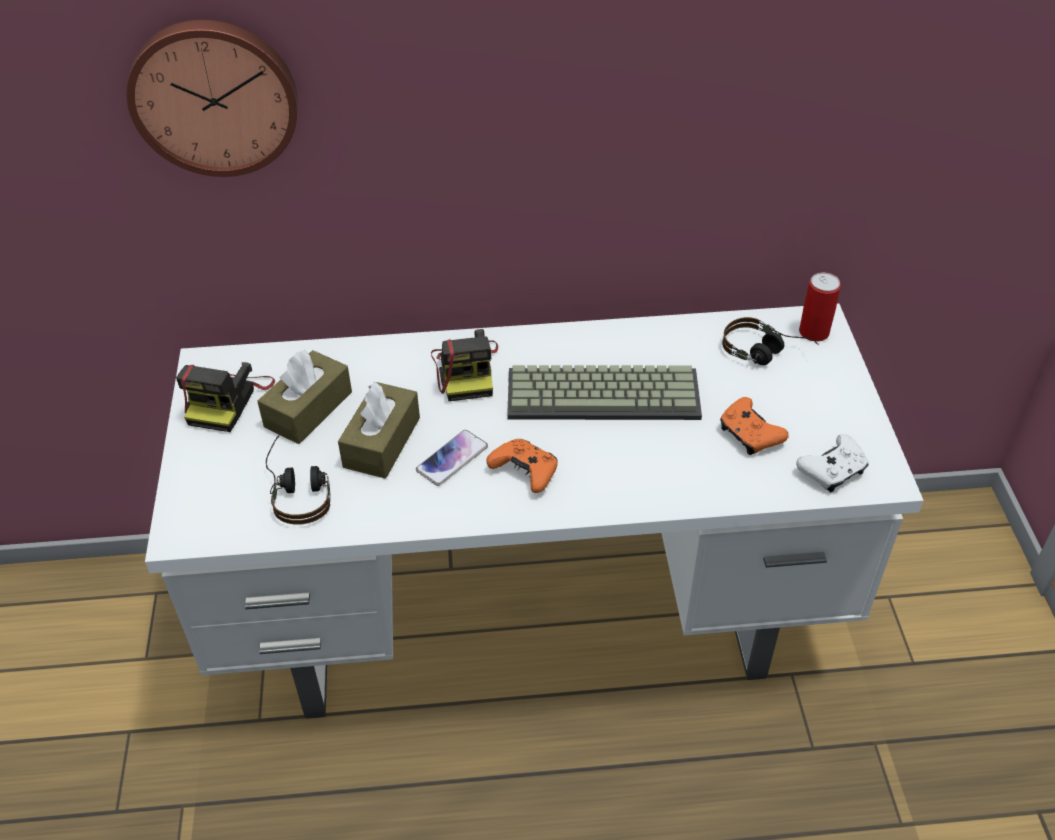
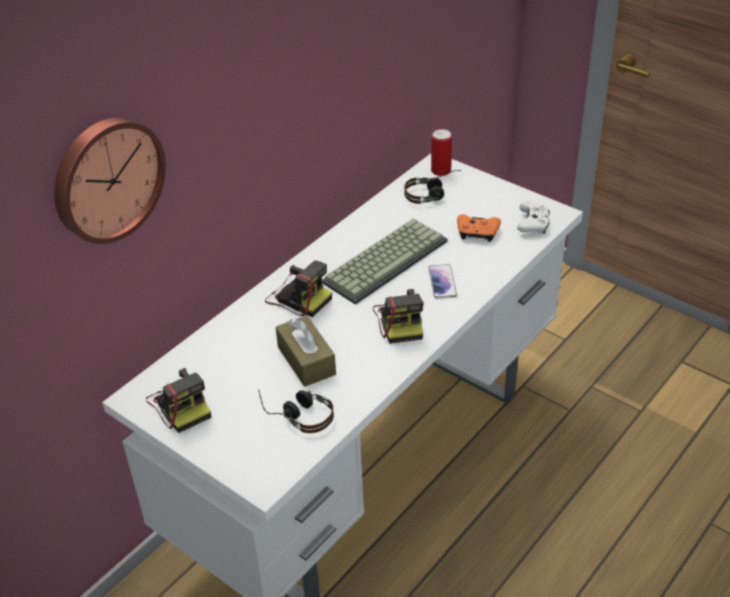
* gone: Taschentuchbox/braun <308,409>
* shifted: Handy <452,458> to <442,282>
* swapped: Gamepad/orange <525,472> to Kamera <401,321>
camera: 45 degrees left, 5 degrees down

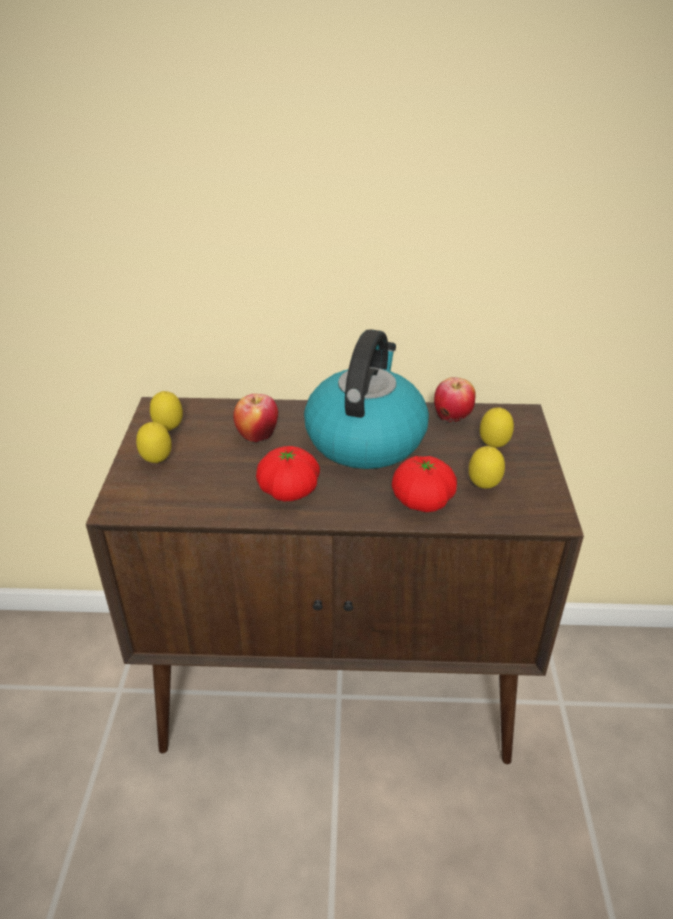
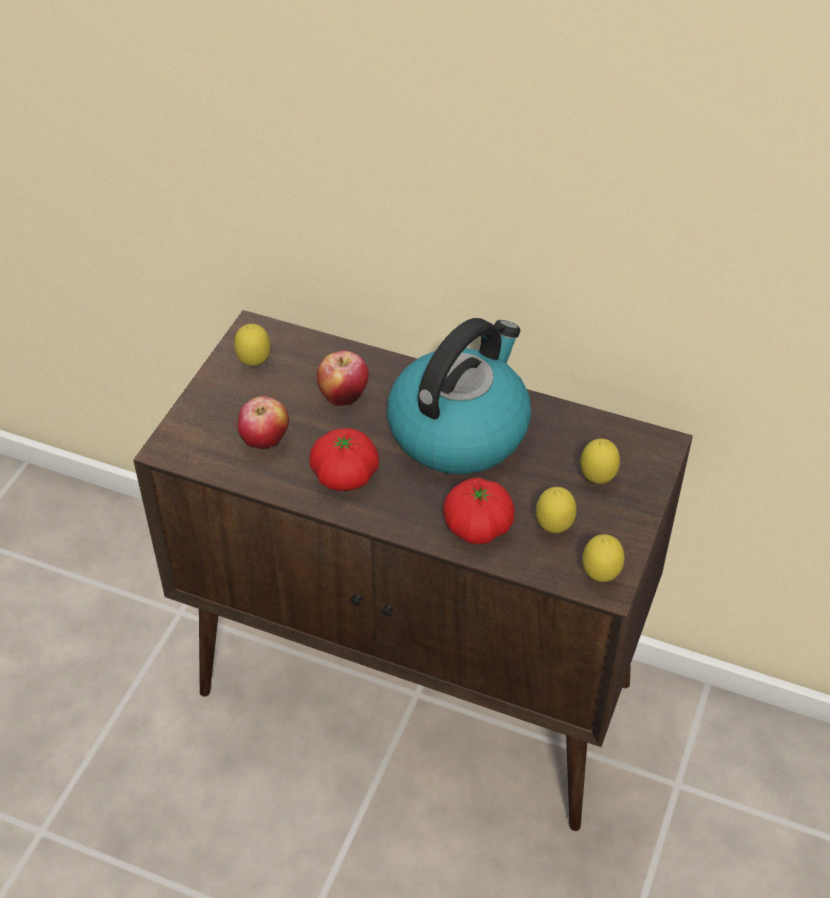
* shifted: Apfel <452,419> to <265,443>
* shifted: Zitrone <157,462> to <600,576>
camera: 20 degrees right, 10 degrees up

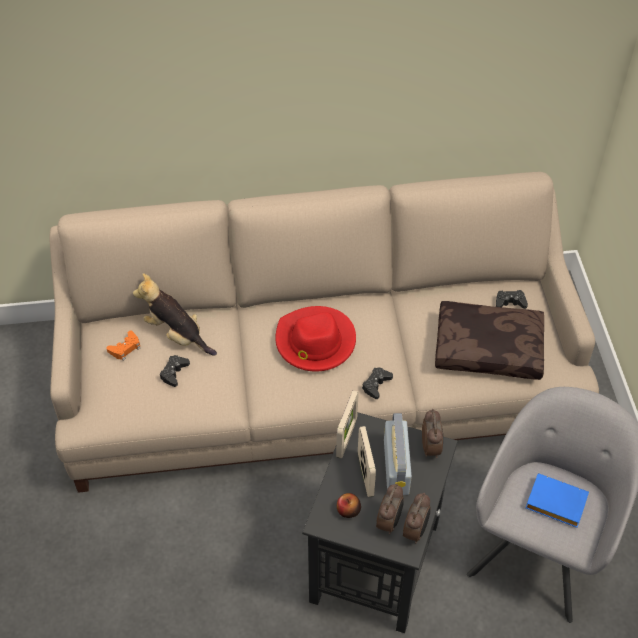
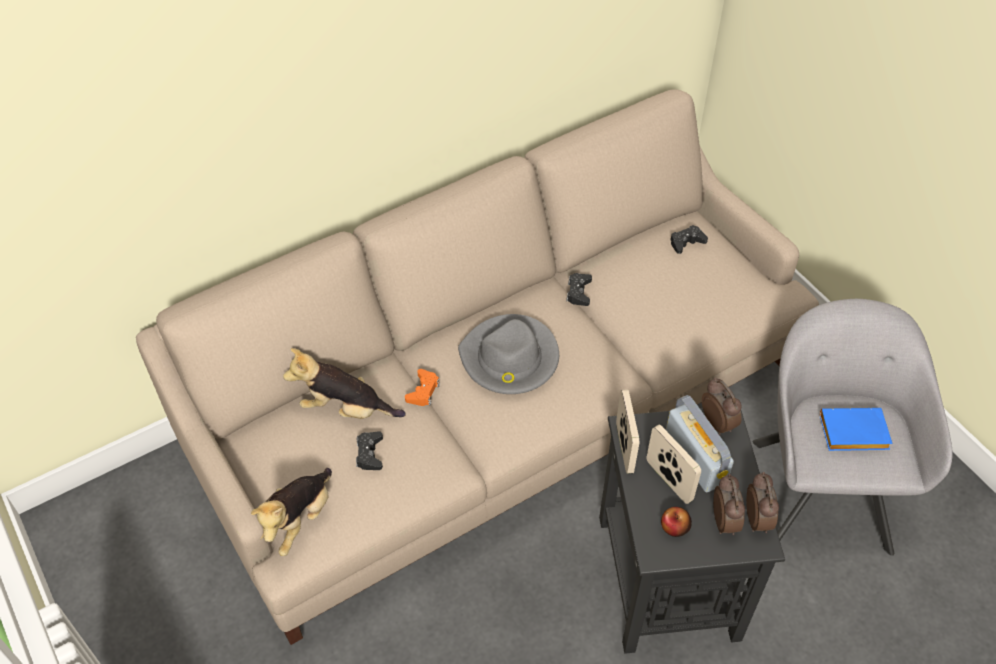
* gone: Kissen/braun <489,347>
* repainted: Hut/rot <315,342> to Hut/grau <509,358>
* shifted: Gamepad/orange <125,348> to <423,391>
* shifted: Gamepad/schwarz <376,385> to <578,292>
* new: Plüschtier <298,520>
camera: 25 degrees left, 0 degrees up

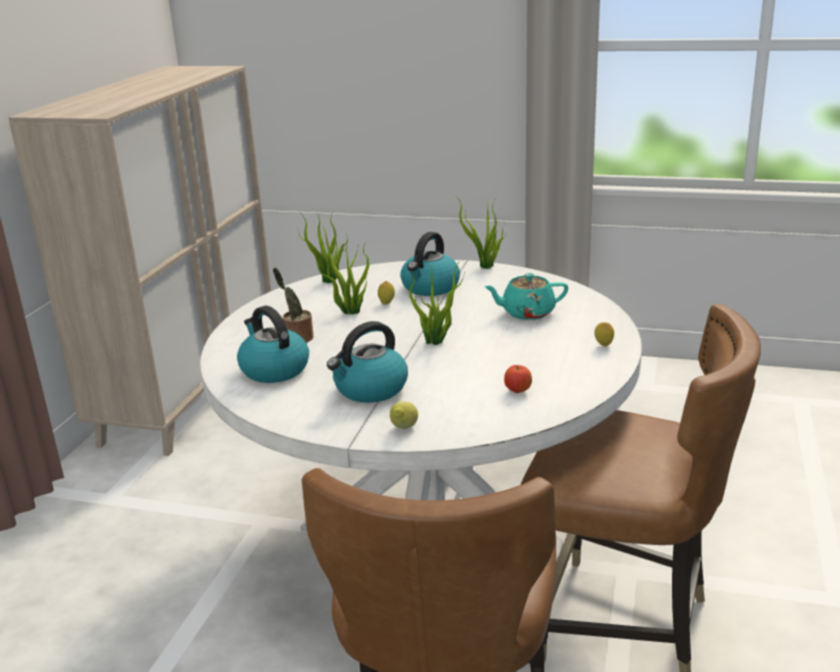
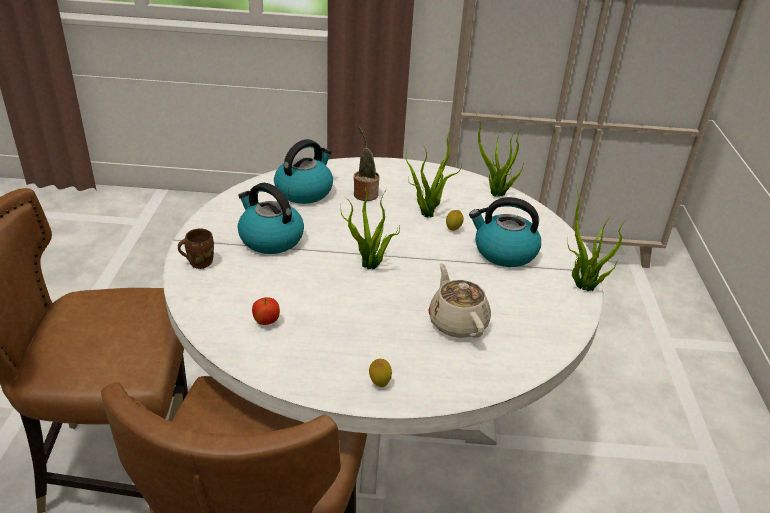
* repainted: Teekanne/türkis <527,313> to Teekanne/beige <457,322>
* swapped: Zitrone <403,429> to Henkelbecher/braun <199,262>
camera: 75 degrees right, 10 degrees up

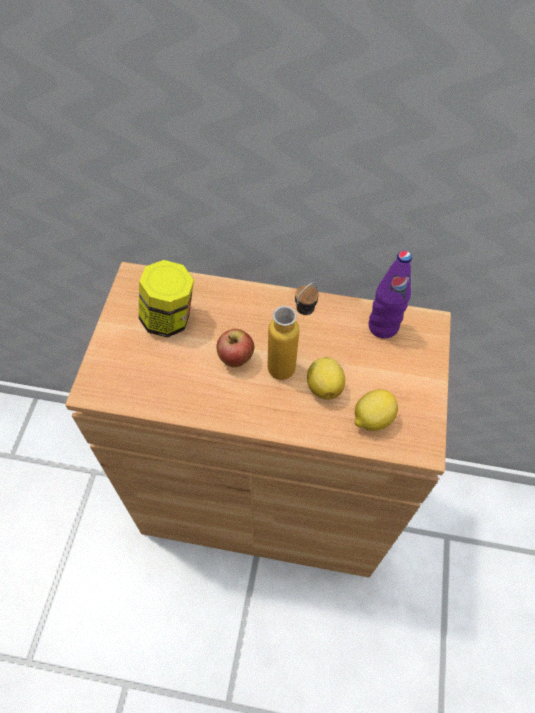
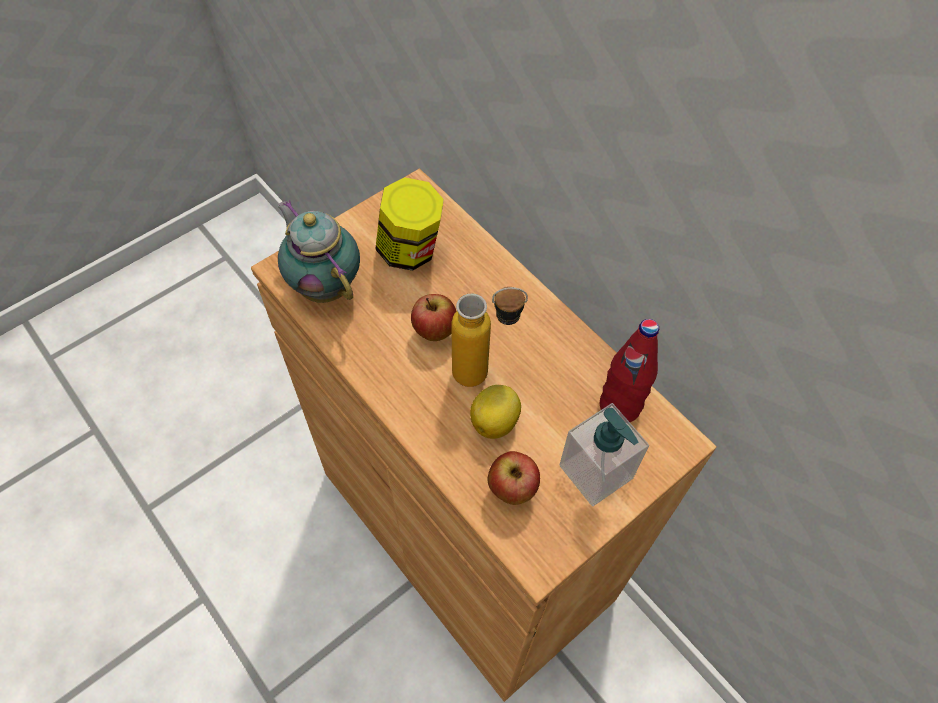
* repainted: Flasche/lila <383,327> to Flasche/rot <619,407>
* swapped: Zitrone <371,419> to Apfel <512,489>
* new: Teekanne <324,284>
* new: Seifenspender <596,472>
camera: 40 degrees right, 0 degrees up

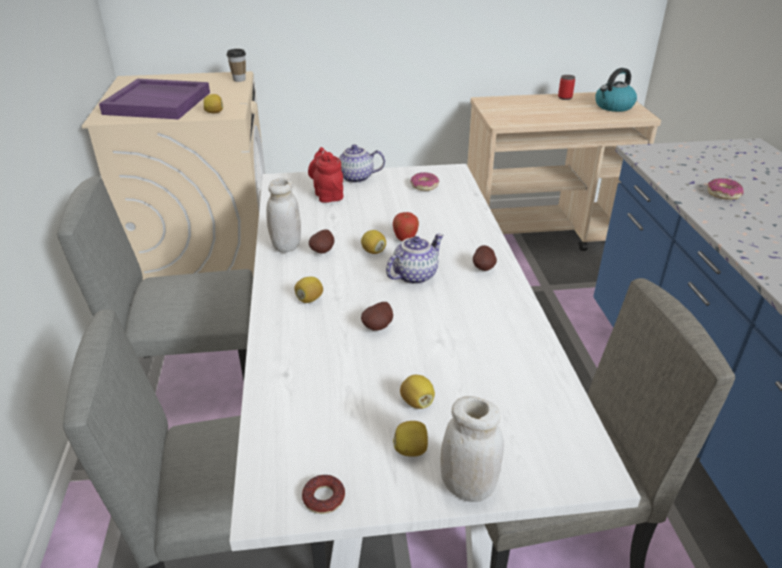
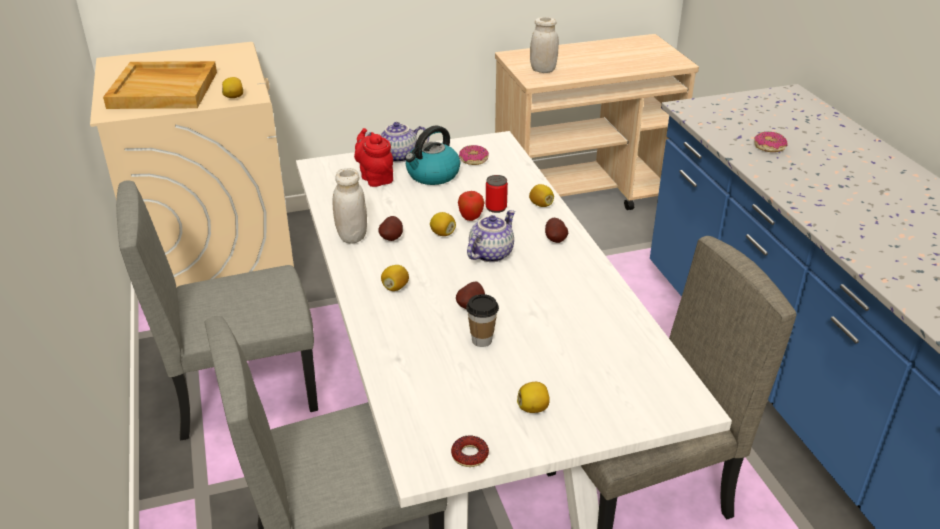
* shifted: Tasse <239,79> to <482,340>
* shifted: Wasserkessel <613,106> to <432,175>
* shifted: Dose <565,98> to <496,207>
* repainted: Tablett/lila <159,103> to Tablett/beige <165,89>
* shifted: Zitrone <417,402> to <541,205>
* shifted: Vorratsglas/weiß <468,487> to <543,70>
camera: 10 degrees left, 0 degrees up

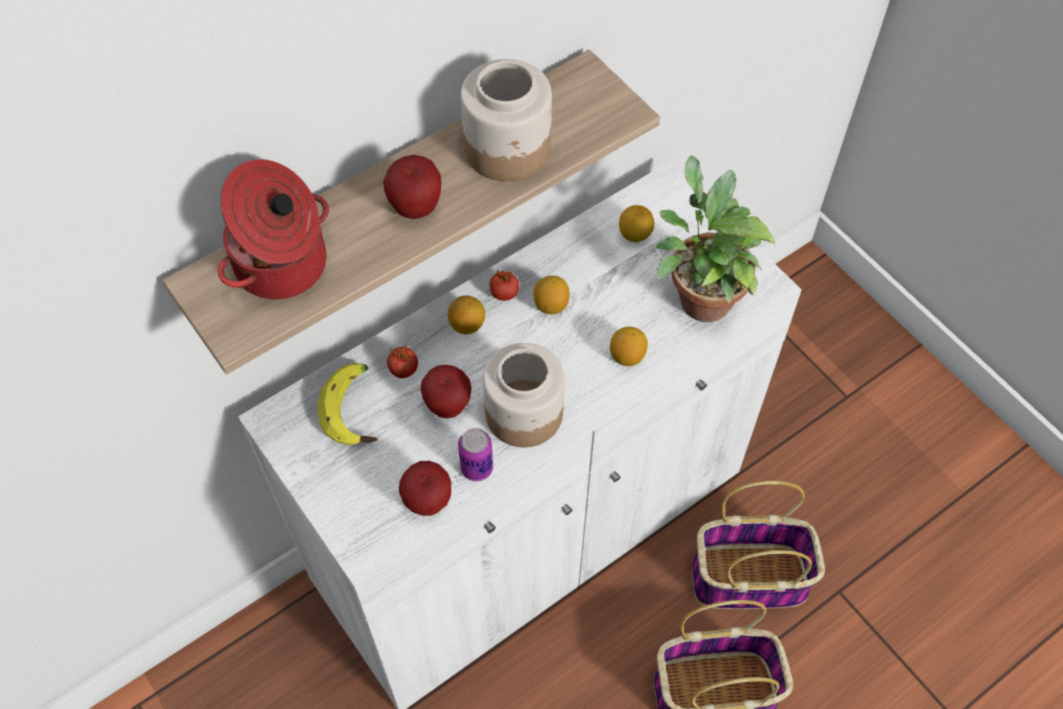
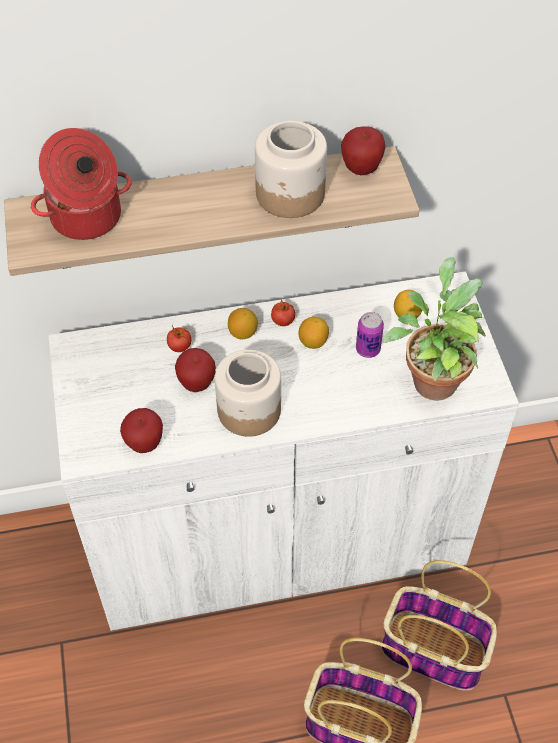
* shifted: Apfel <416,208> to <361,169>
* gone: Zitrone <627,356>
* gone: Banane <356,409>
* shifted: Dose <477,468> to <368,349>
camera: 25 degrees right, 5 degrees down

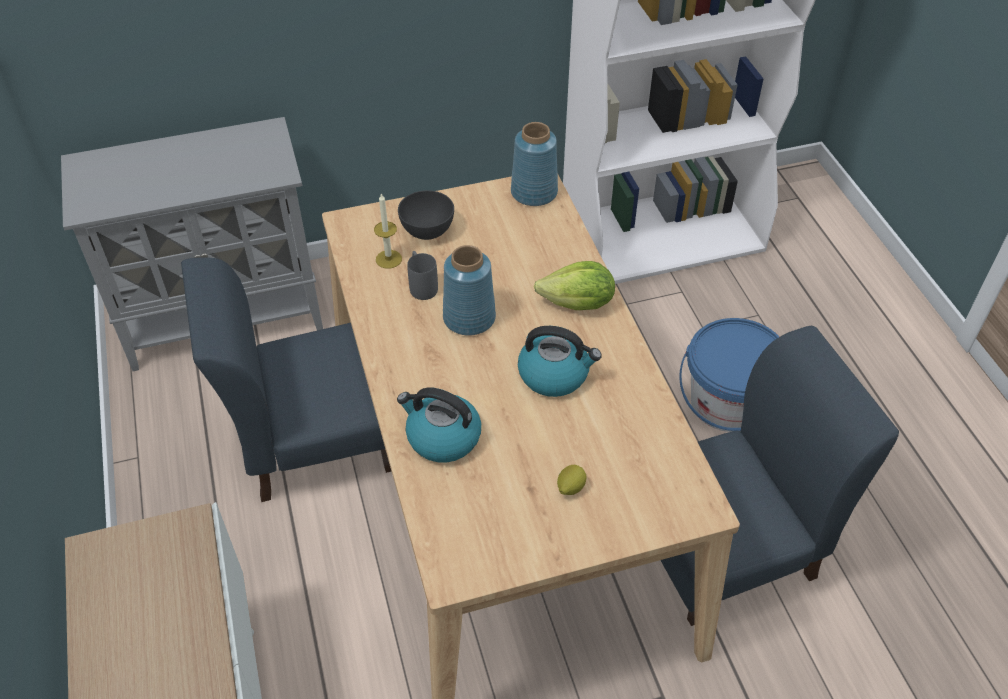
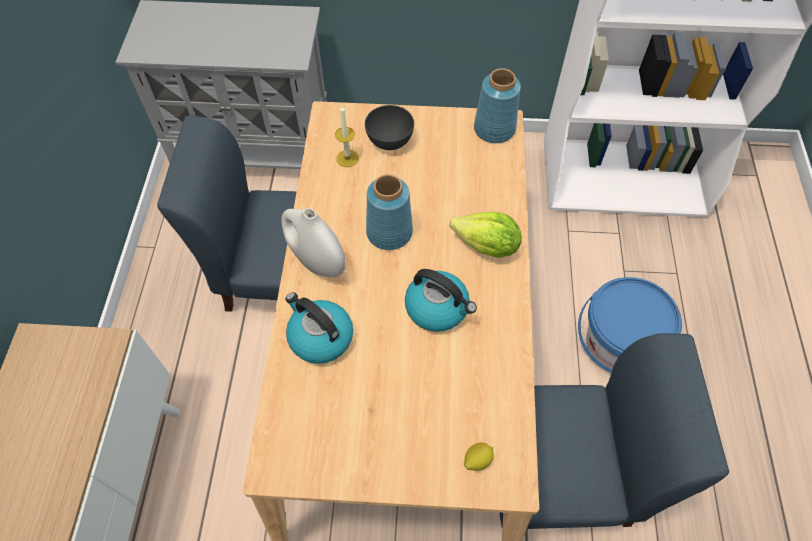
* gone: Henkelbecher/grau <421,285>
* shifted: Zitrone <570,487> to <477,460>
* new: Vase/weiß <316,261>
camera: 20 degrees right, 10 degrees up

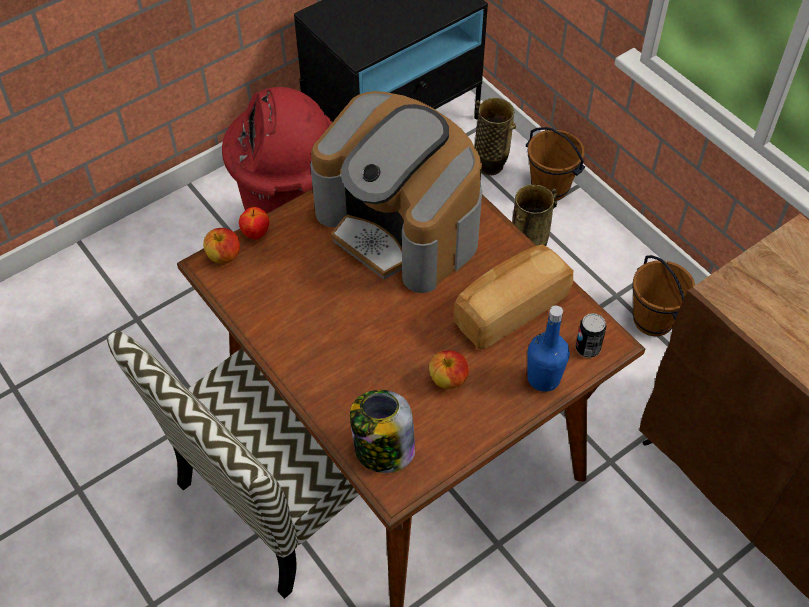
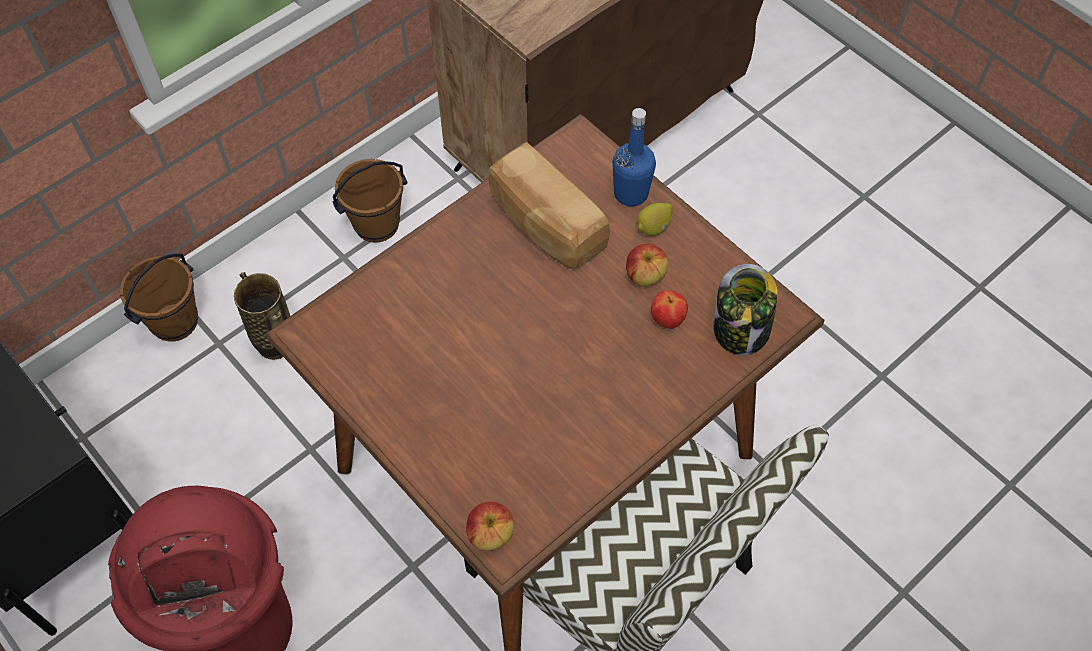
* gone: Kaffeemaschine <401,226>
* gone: Vase <490,165>
* shifted: Apfel <256,234> to <667,320>
* gone: Dose <587,348>
* new: Zitrone <653,228>
camera: 95 degrees left, 5 degrees up

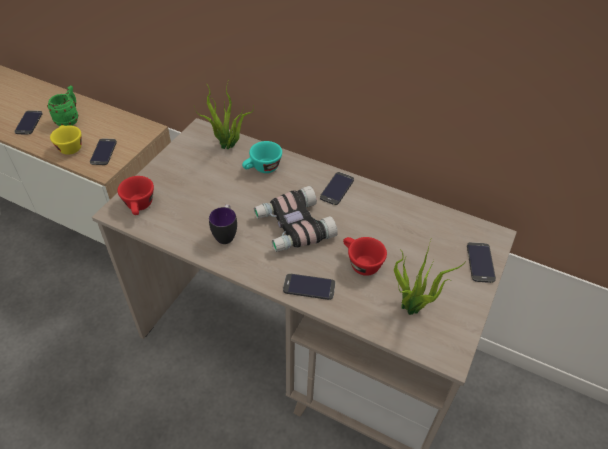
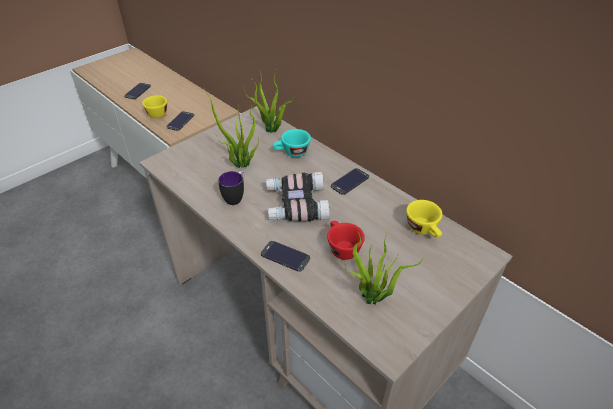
* gone: Henkelbecher/grün <70,119>
* gone: Tasse/rot <140,207>
* gone: Handy <480,262>
* new: Topfpflanze <240,165>
* new: Tasse/gelb <424,230>
camera: 20 degrees right, 5 degrees down

